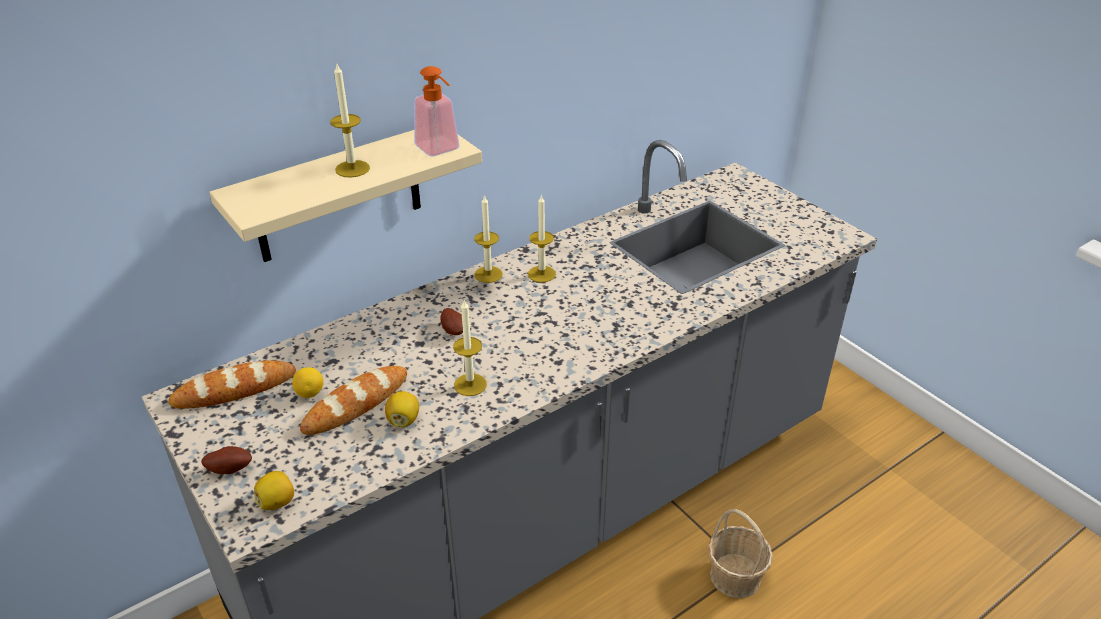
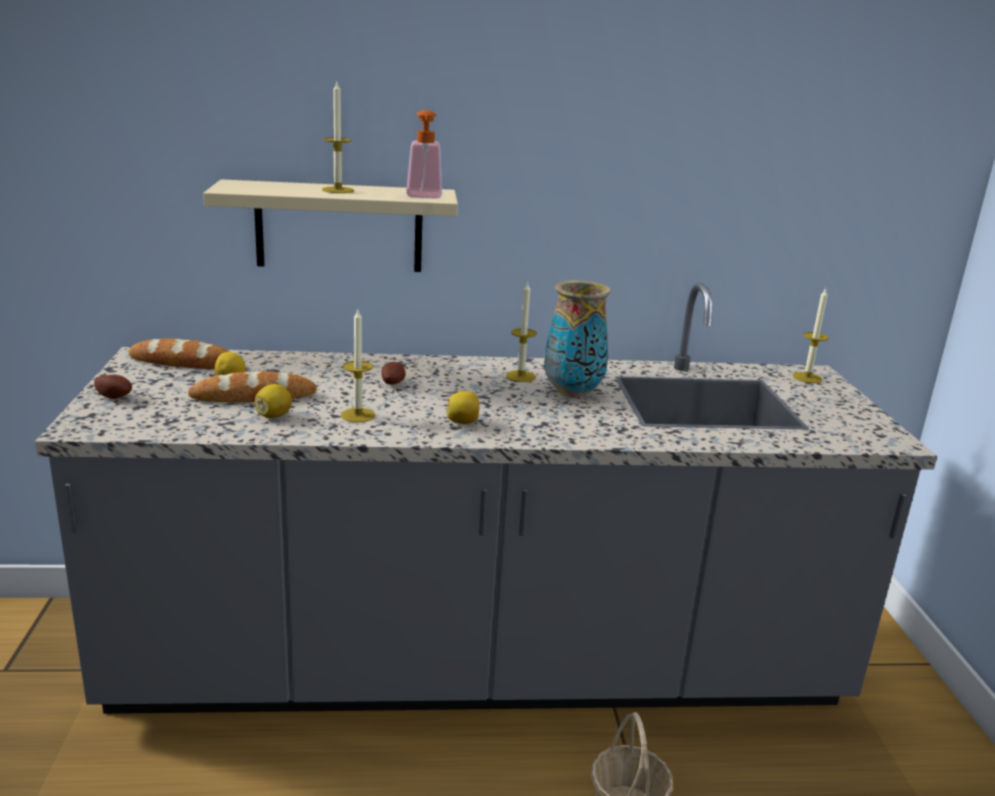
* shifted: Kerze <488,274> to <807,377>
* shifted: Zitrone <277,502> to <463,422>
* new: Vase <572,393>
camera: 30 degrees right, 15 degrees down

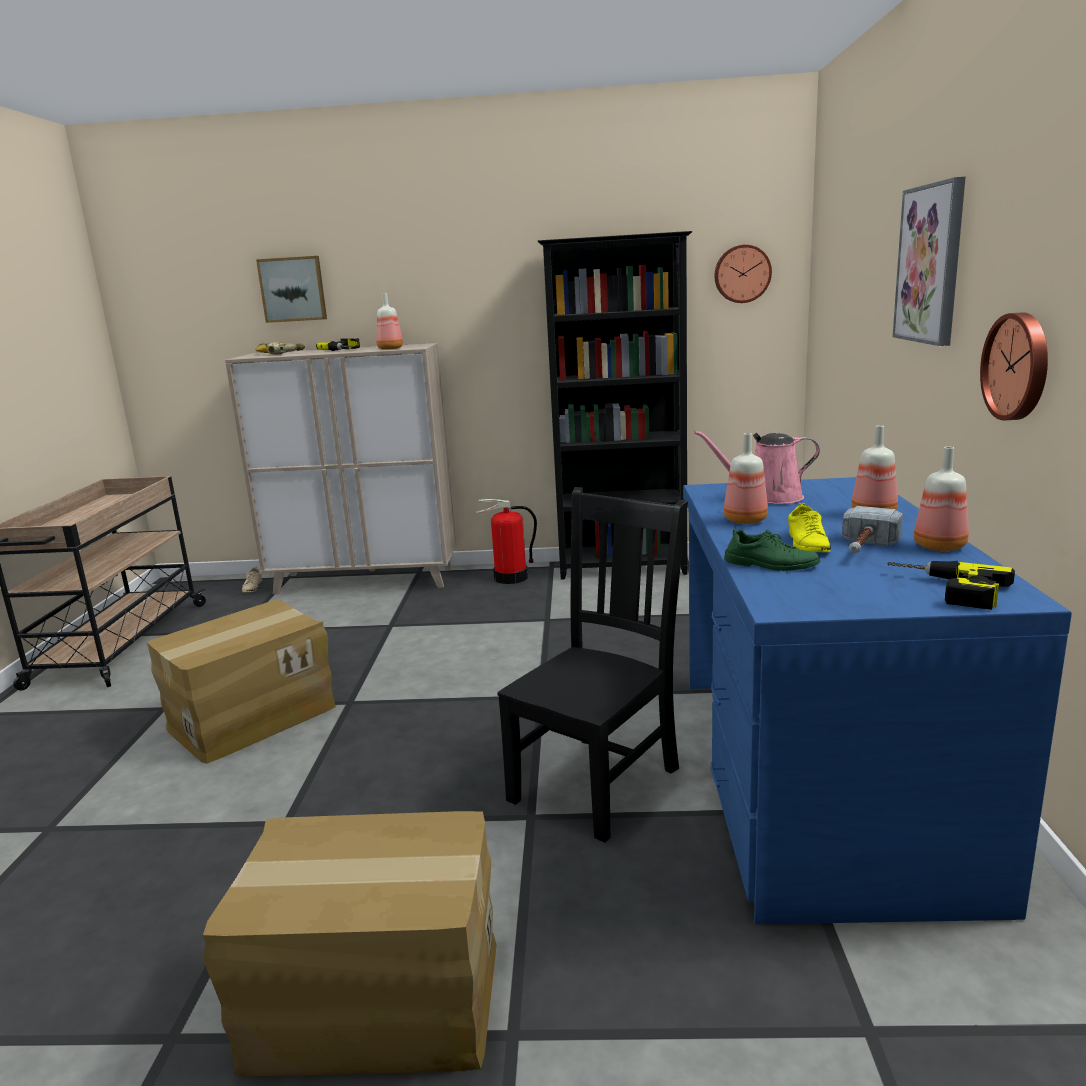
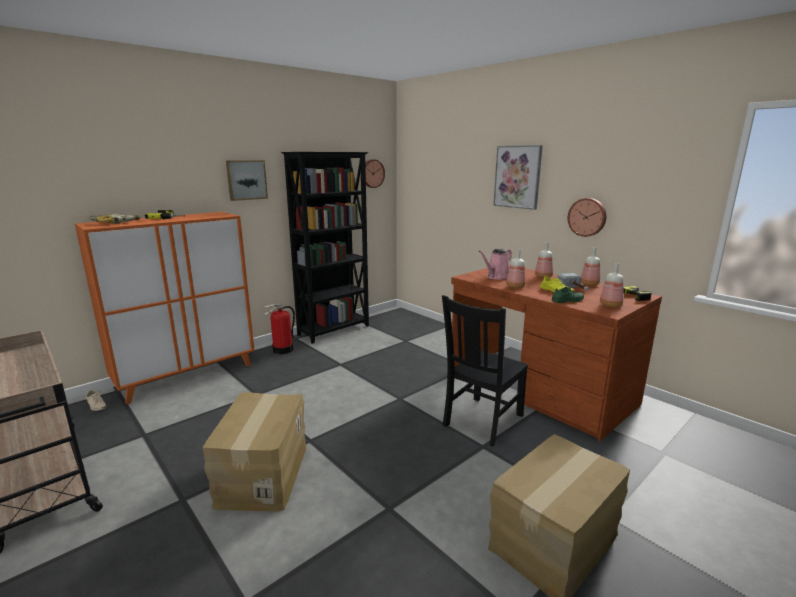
* shifted: Bild <293,289> to <246,180>
* shifted: Flasche <390,349> to <611,305>
* repainted: Schrank/beige <365,580> to Schrank/orange <187,376>
* repainted: Schreibtisch/blau <815,777> to Schreibtisch/braun <538,388>
* rotated: Stuhl/schwarz <598,781> = <481,421> 135 degrees counterclockwise
camera: 45 degrees left, 0 degrees up

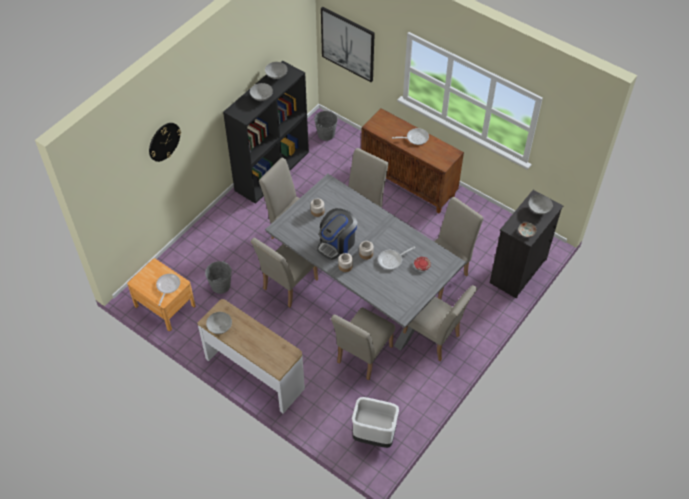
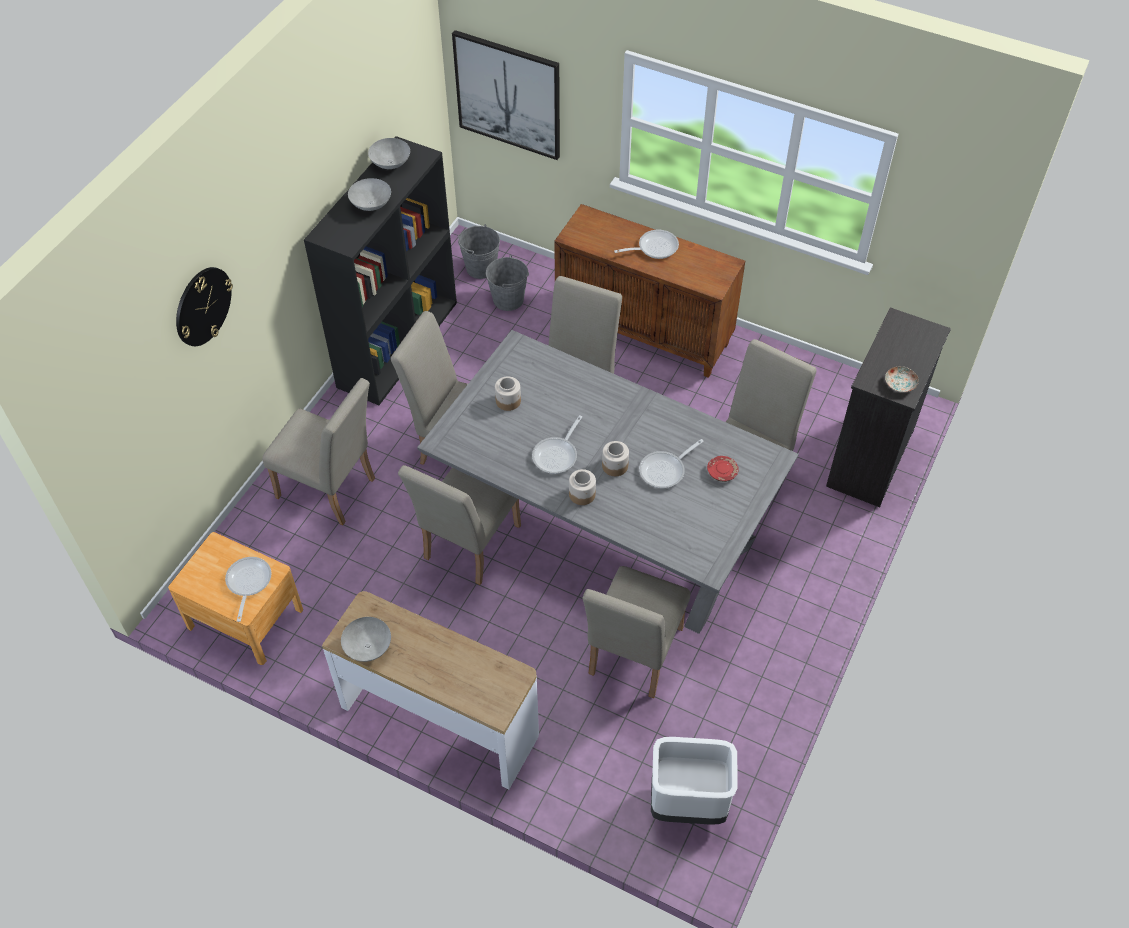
* gone: Schüssel/grau <539,209>
* swapped: Kaffeemaschine <337,244> to Pfanne <557,455>
* shifted: Eimer/grau <221,285> to <508,299>
* shifted: Stuhl/beige <434,339> to <332,491>
camera: 10 degrees left, 0 degrees up

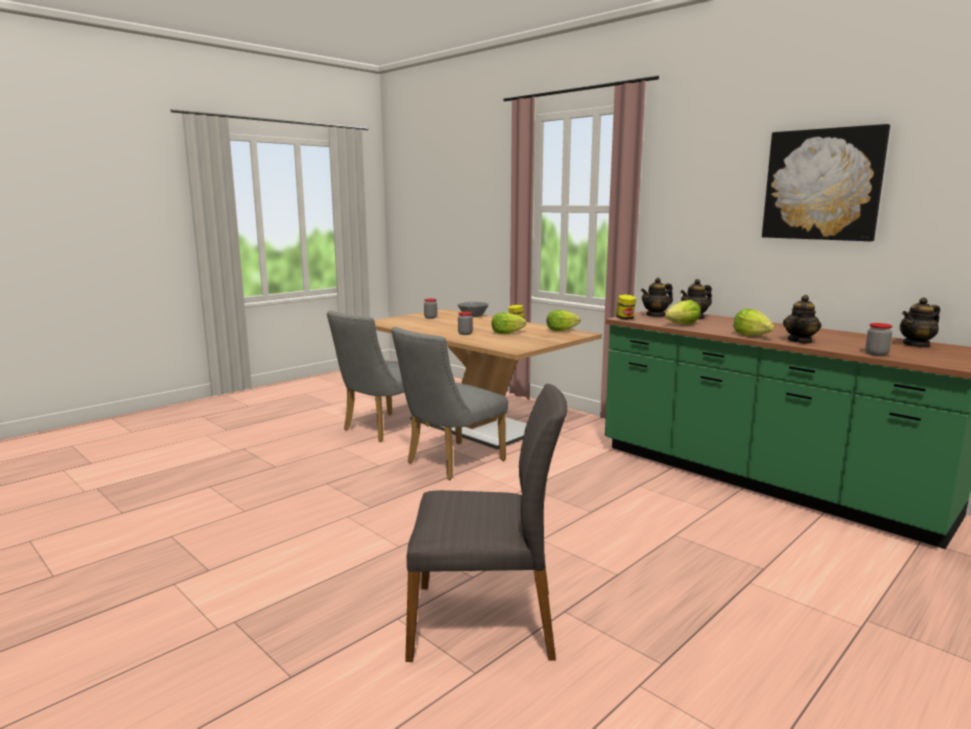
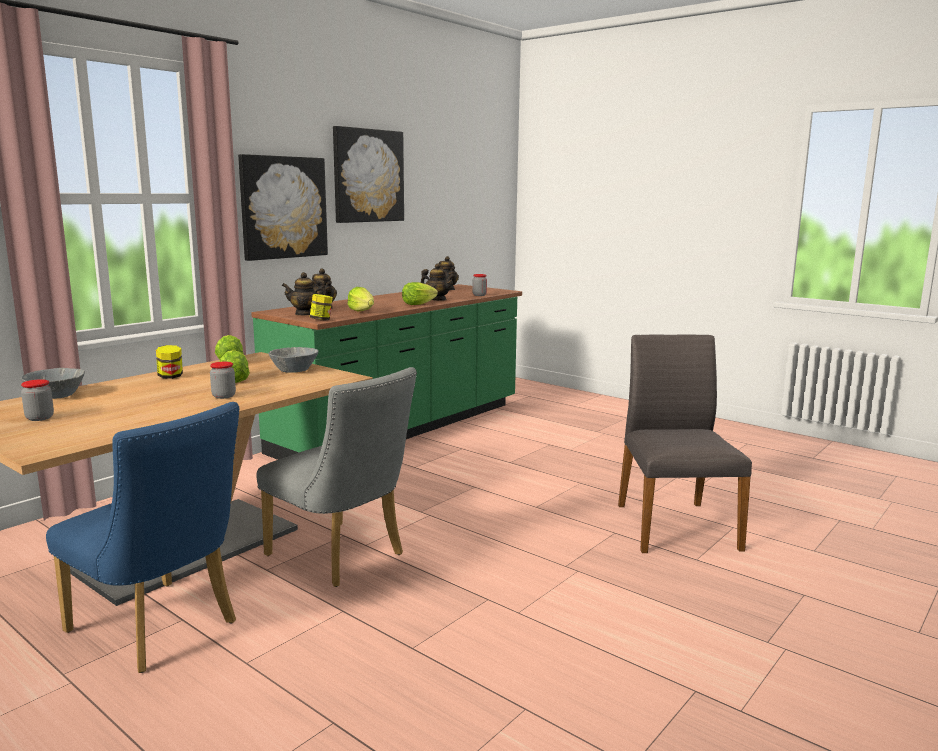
* rotated: Teekanne <656,315> = <305,313> 120 degrees clockwise
* repainted: Stuhl/grau <381,429> to Stuhl/blau <160,630>
* new: Bild <283,207>
* new: Schüssel/grau <294,370>
camera: 95 degrees left, 0 degrees up

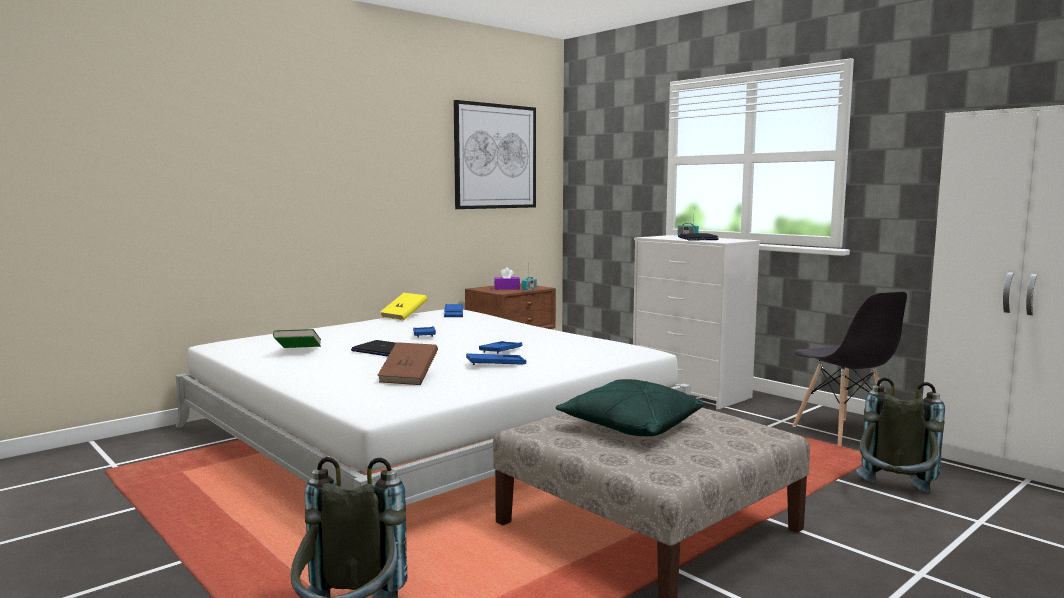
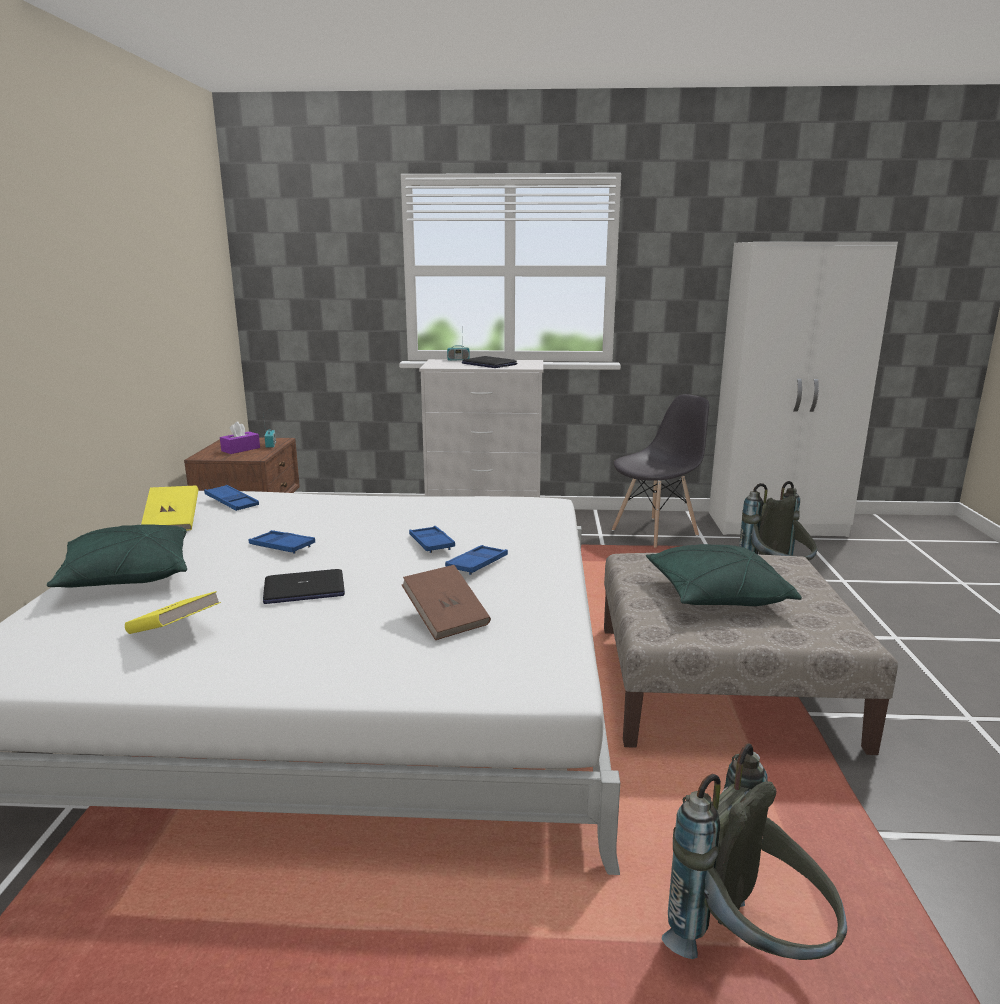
* gone: Bild <495,156>
* rotated: Stuhl/grau <843,433> = <655,532> 60 degrees counterclockwise
* repainted: Buch/grün <298,351> to Buch/gelb <174,632>
* new: Kissen/grün <127,576>
camera: 45 degrees left, 10 degrees up

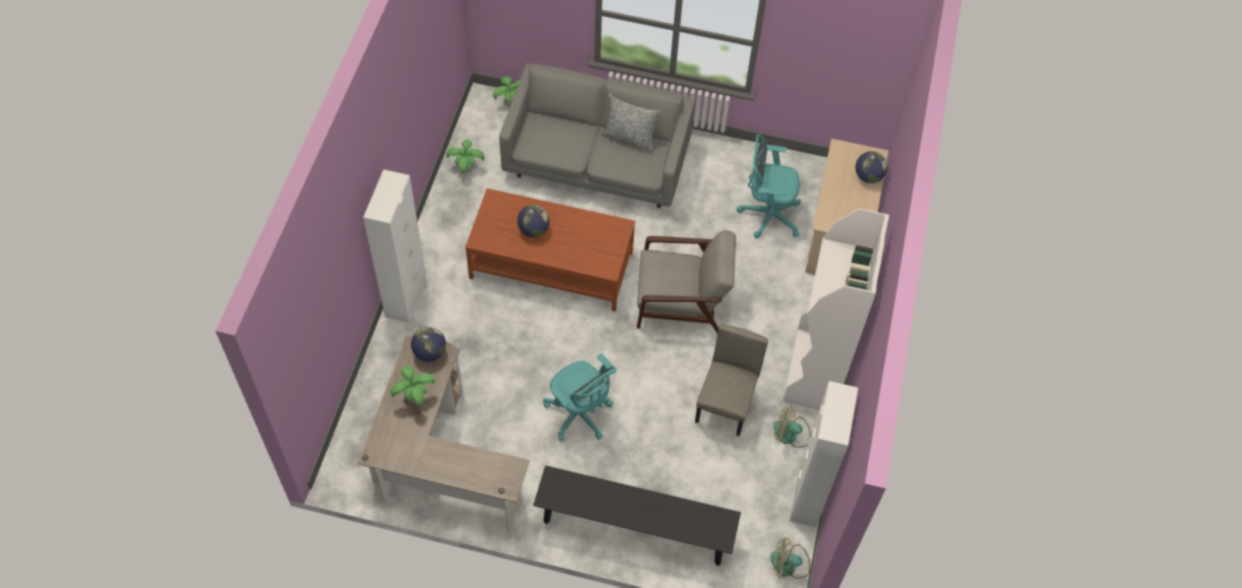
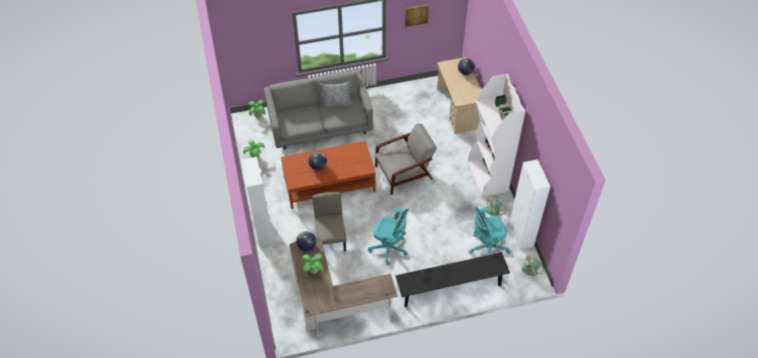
* shifted: Bürostuhl/türkis <767,215> to <486,248>
* shifted: Stuhl/beige <725,405> to <331,239>
* new: Bild <416,14>
camera: 25 degrees left, 5 degrees down

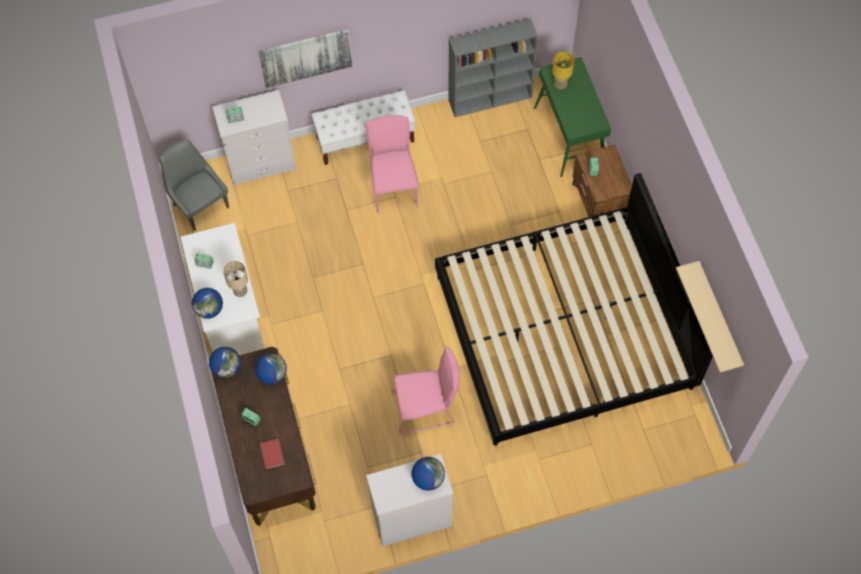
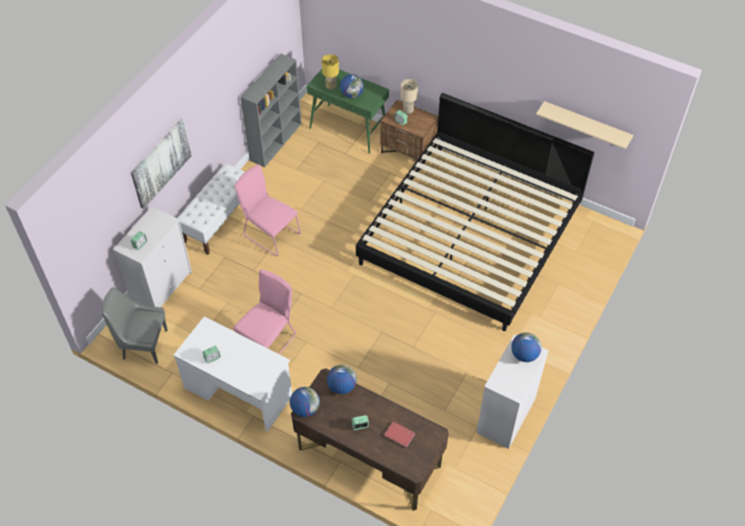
* shifted: Tischlampe/beige <240,291> to <408,111>
* shifted: Globus <209,309> to <352,94>
* shifted: Stuhl/rosa <426,408> to <268,340>
camera: 45 degrees left, 10 degrees down

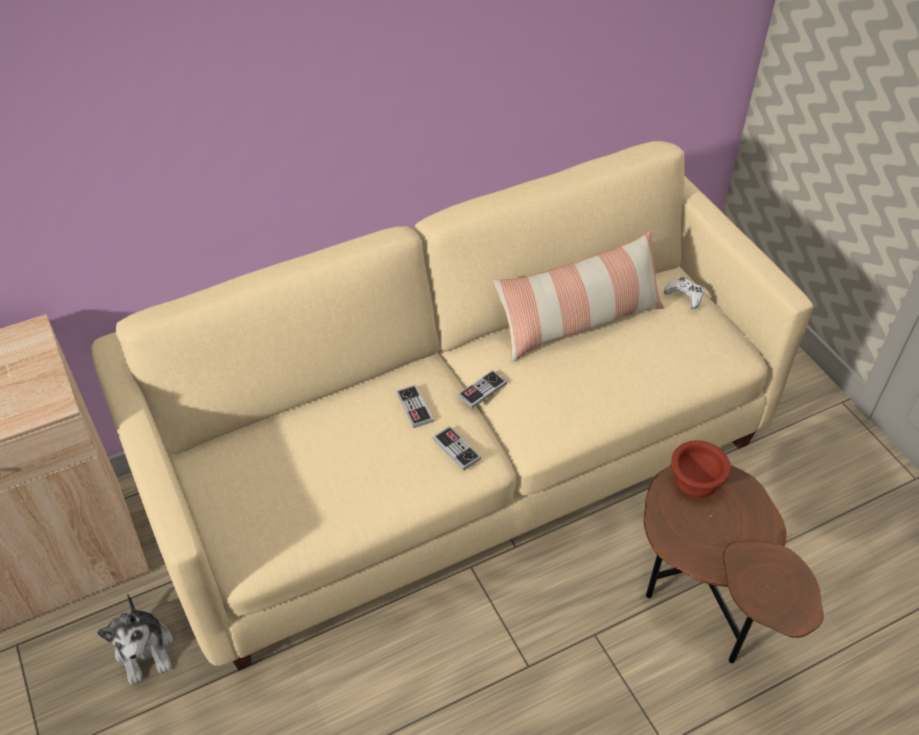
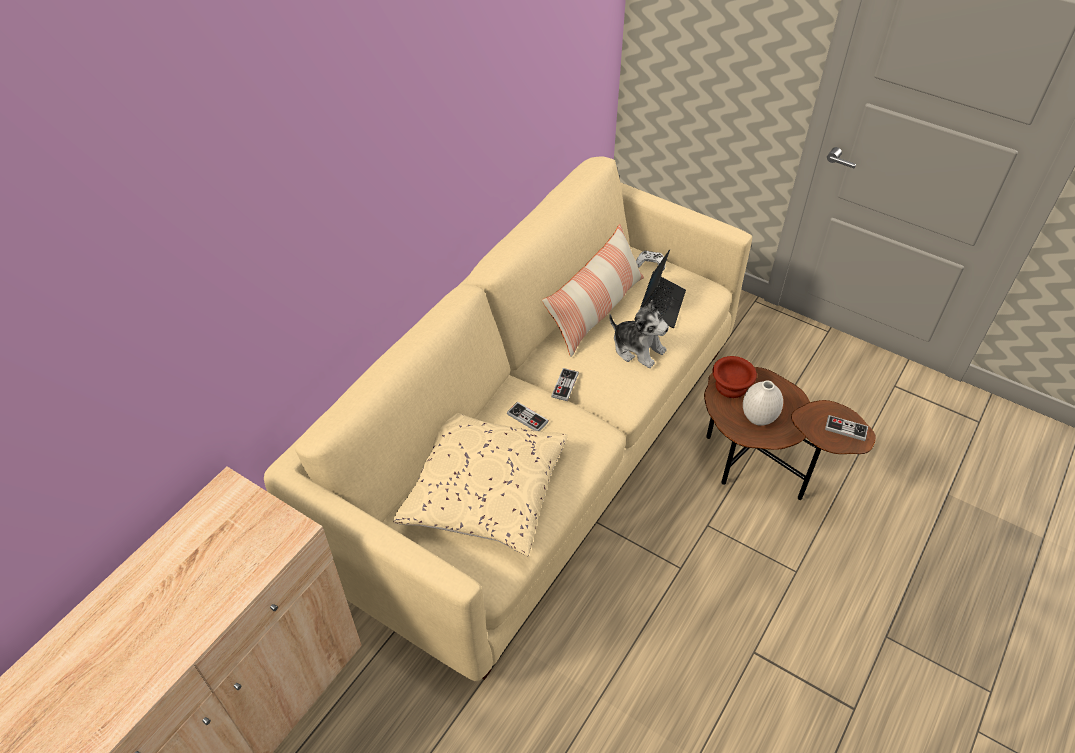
* shifted: Gamepad <456,449> to <846,429>
* shifted: Plüschtier <145,650> to <637,349>
* new: Laptop <662,305>
* new: Vase/weiß <758,419>
* new: Kissen/beige <484,492>
camera: 30 degrees left, 0 degrees up

